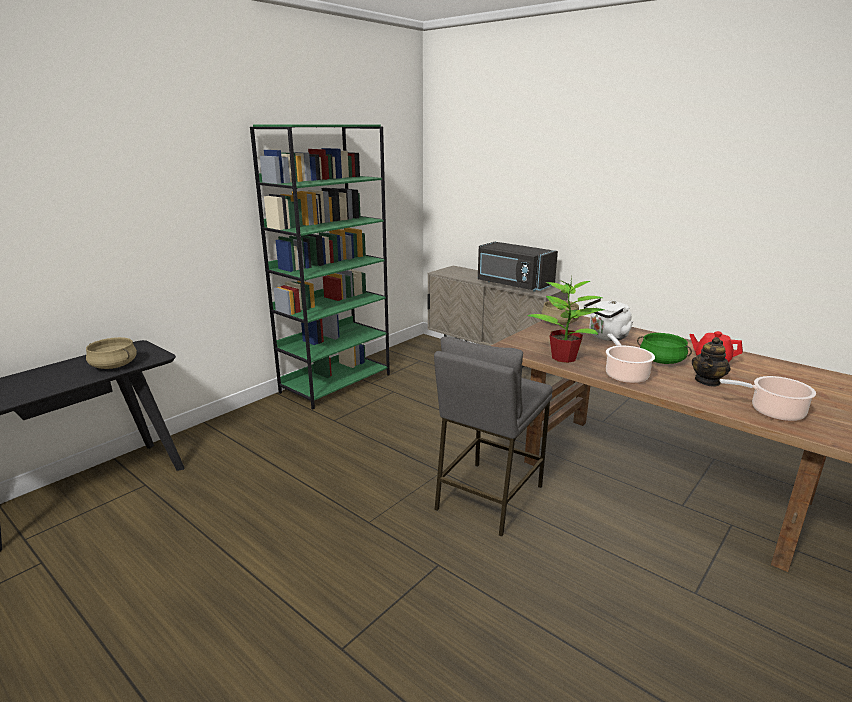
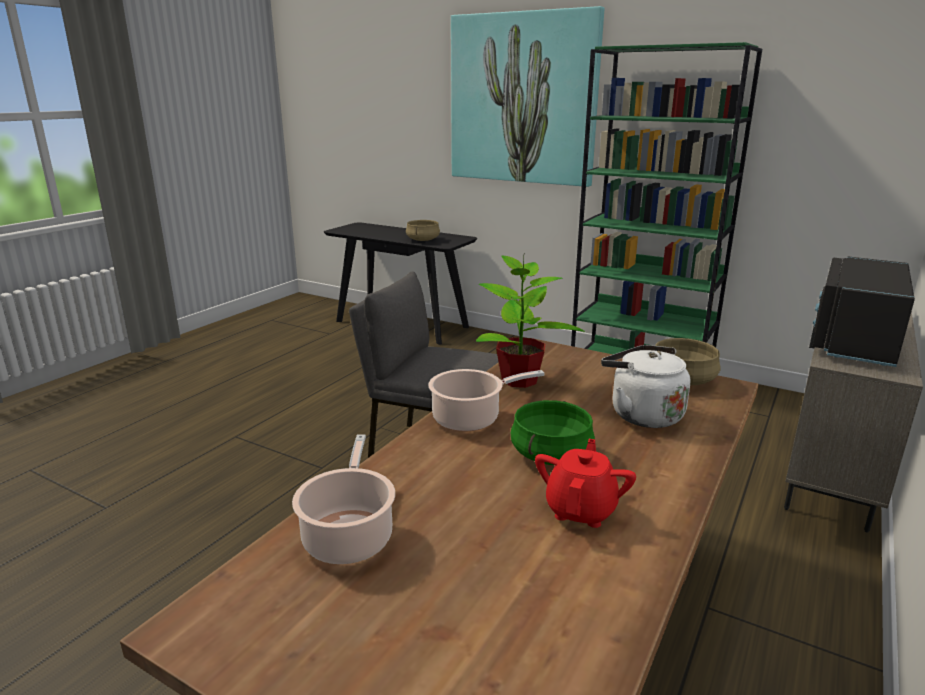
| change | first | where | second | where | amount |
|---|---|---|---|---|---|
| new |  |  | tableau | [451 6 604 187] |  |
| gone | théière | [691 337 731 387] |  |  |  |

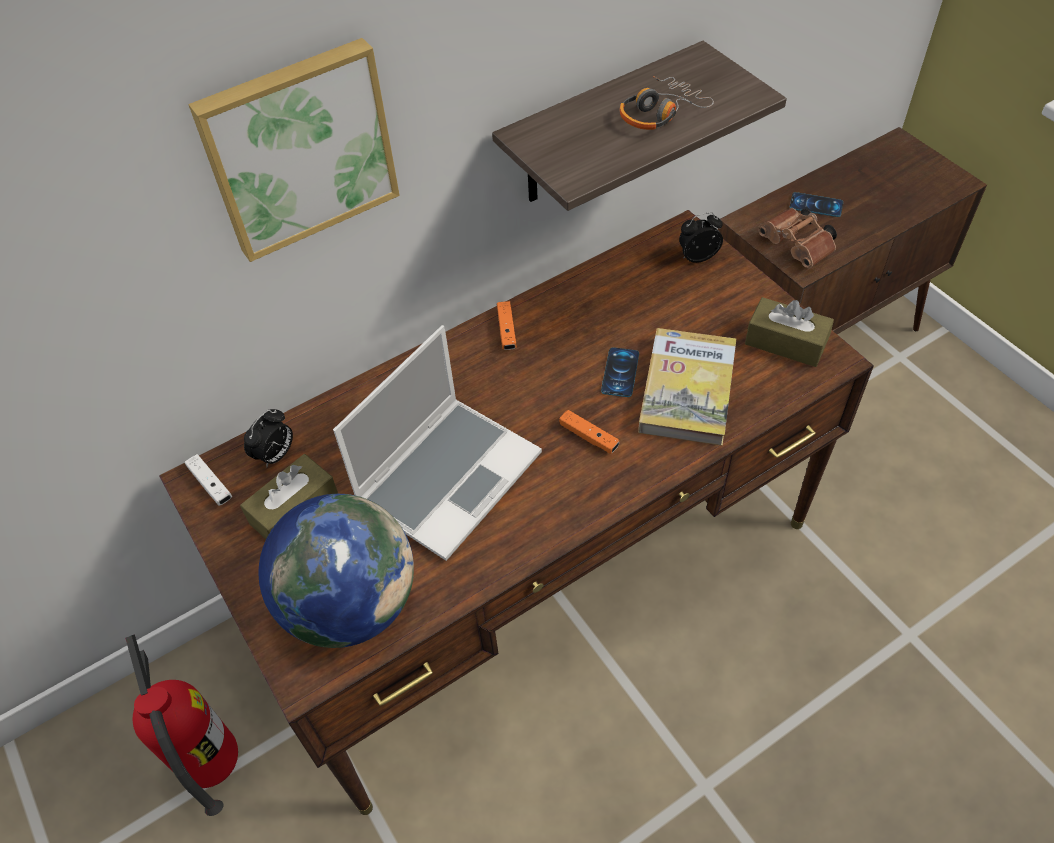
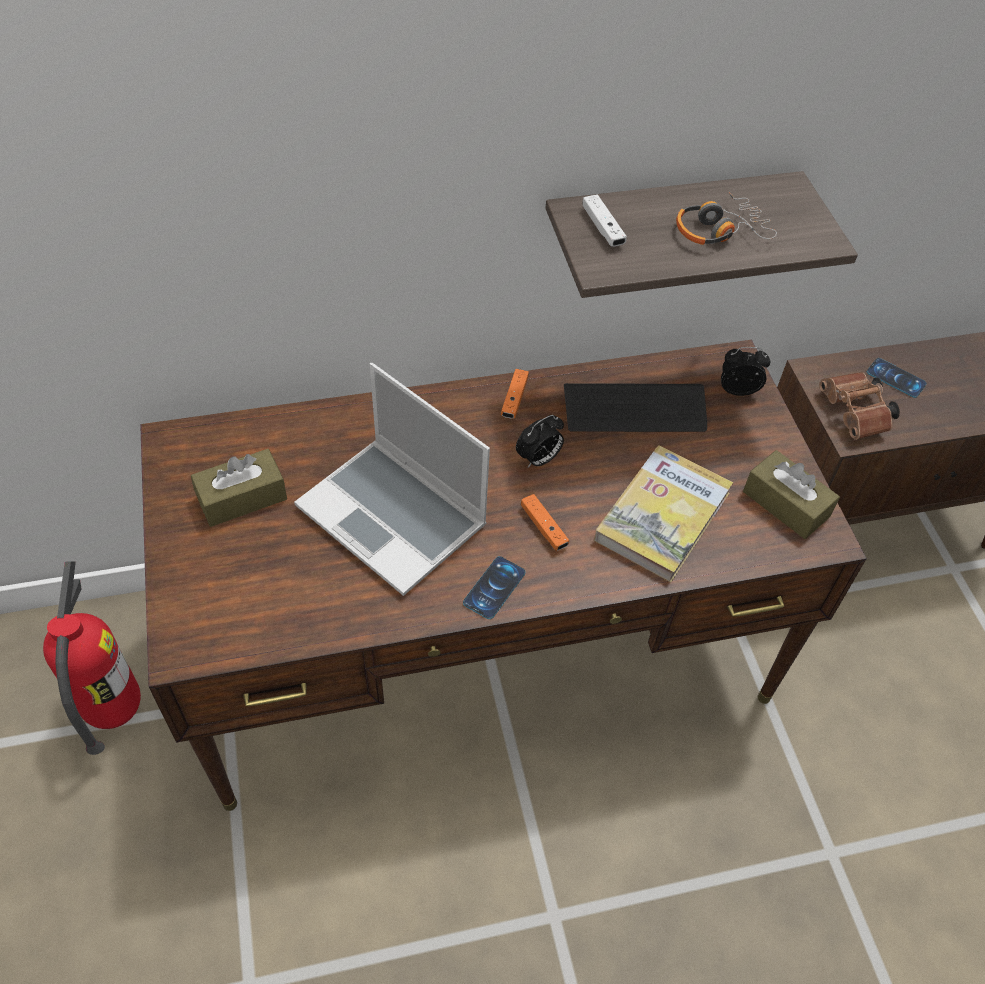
| change | first | where | second | where | amount |
|---|---|---|---|---|---|
| rotated | ordinateur portable | [333 325 542 561] |  | [294 363 490 596] | 75 degrees clockwise |
| shifted | téléphone | [601 347 639 397] |  | [463 556 525 619] |  |
| shifted | réveil | [244 409 293 467] |  | [516 415 564 468] |  |
| new |  |  | clavier | [564 383 707 432] |  |
| shifted | manette [blanc] | [184 454 233 506] |  | [582 194 627 247] |  |
| gone | tableau | [188 38 400 262] |  |  |  |
| gone | globe | [258 494 414 648] |  |  |  |

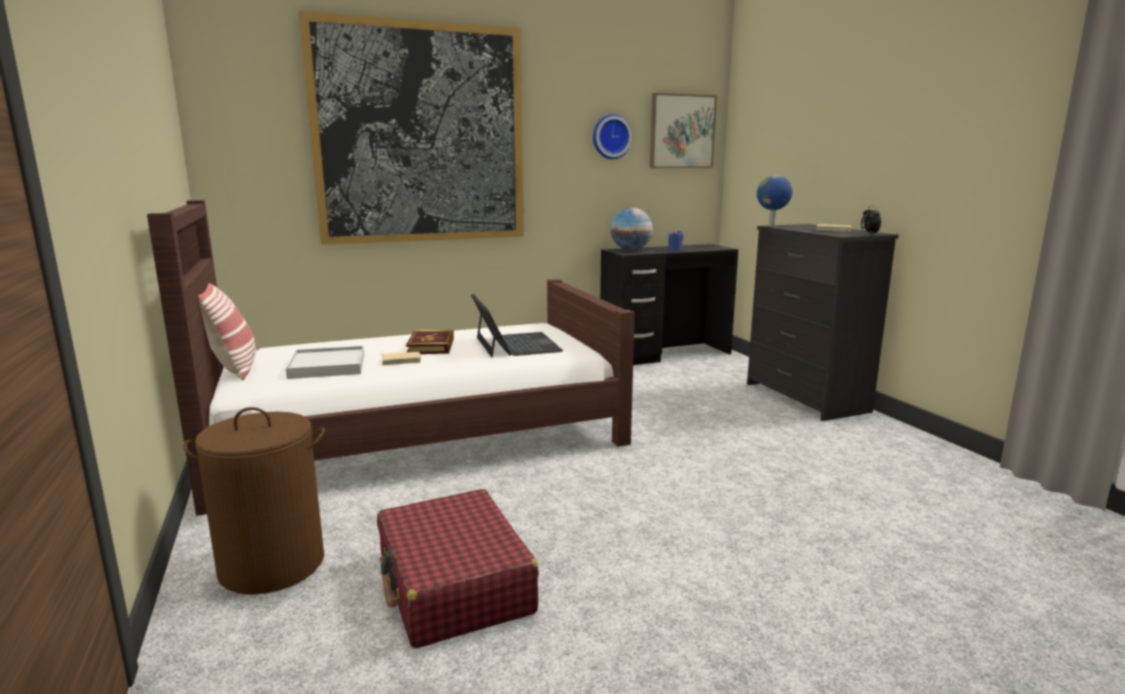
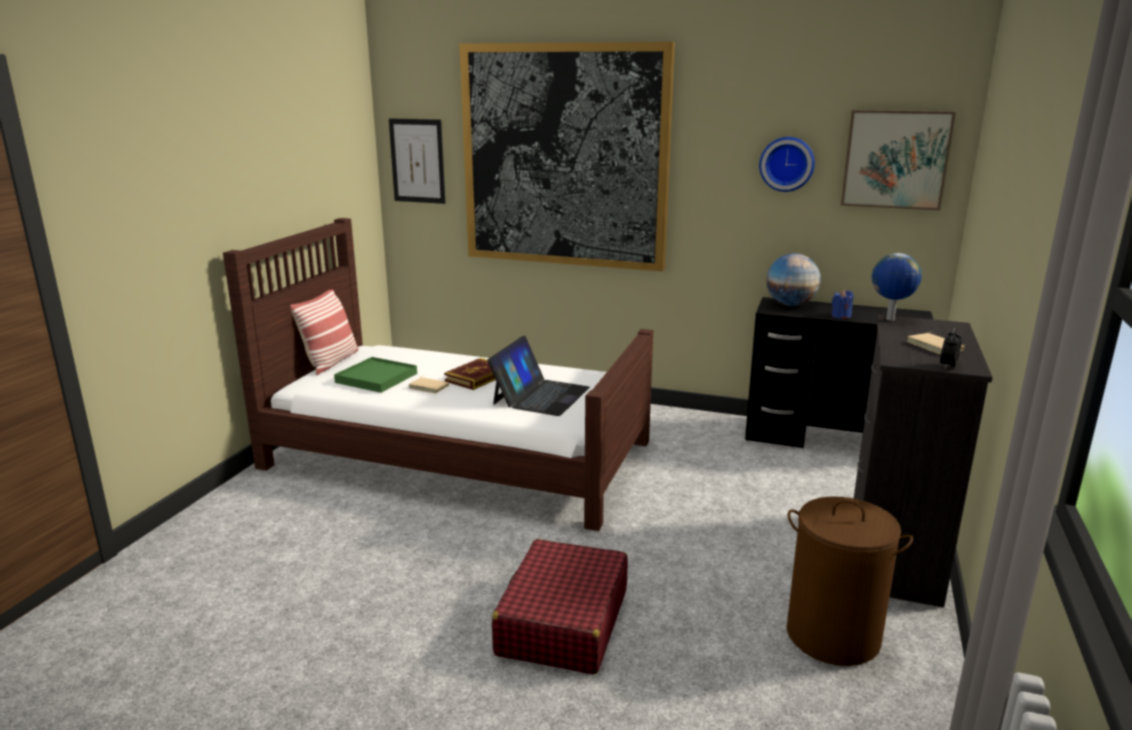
| change | first | where | second | where | amount |
|---|---|---|---|---|---|
| repainted | plateau [blanc] | [286 346 364 379] | plateau [vert] | [334 357 417 393] |  |
| new |  |  | tableau | [389 118 445 204] |  |
| shifted | valise [rouge] | [377 489 539 649] |  | [492 539 628 675] |  |
| shifted | panier à linge [marron] | [183 407 325 595] |  | [787 496 913 666] |  |

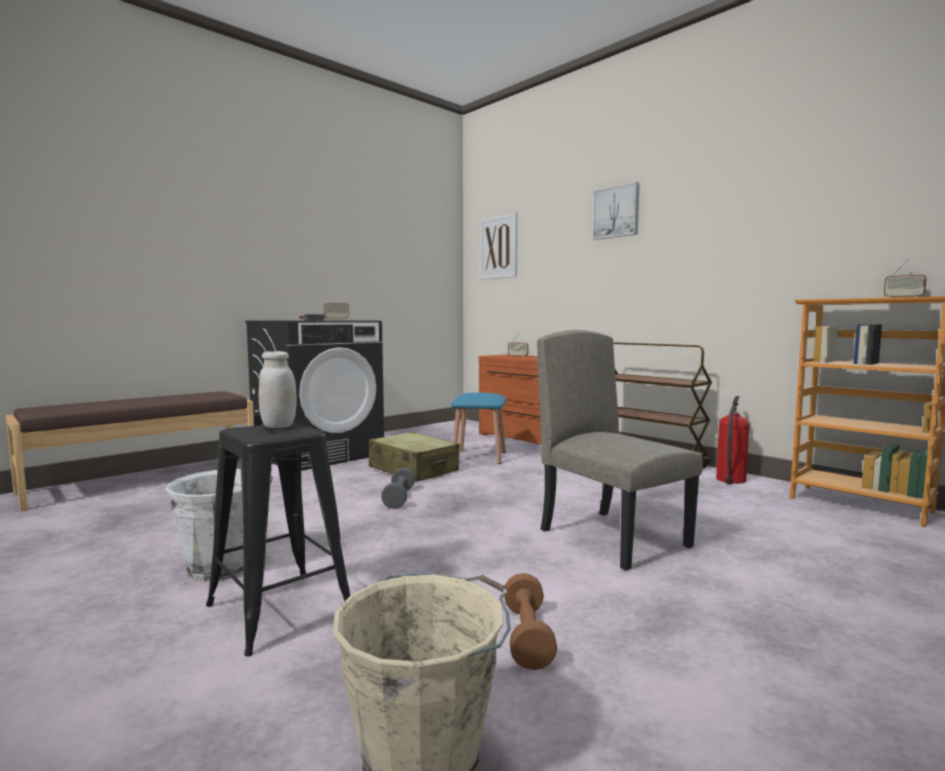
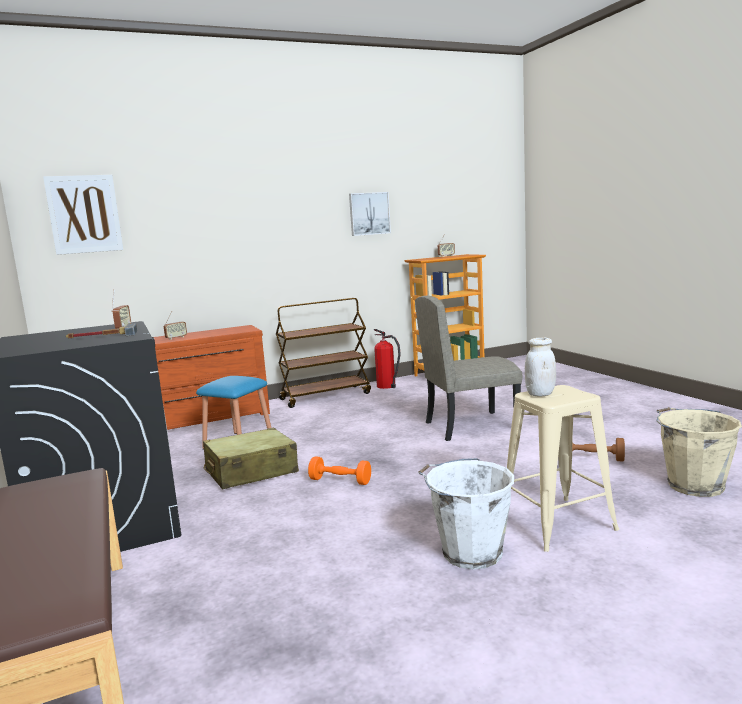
| change | first | where | second | where | amount |
|---|---|---|---|---|---|
| repainted | haltère [gris] | [381 468 415 509] | haltère [orange] | [308 456 371 485] |  |
| shifted | tableau | [593 182 640 240] |  | [349 192 391 236] |  |
| repainted | tabouret [noir] | [206 422 350 656] | tabouret [beige] | [507 385 619 552] |  |

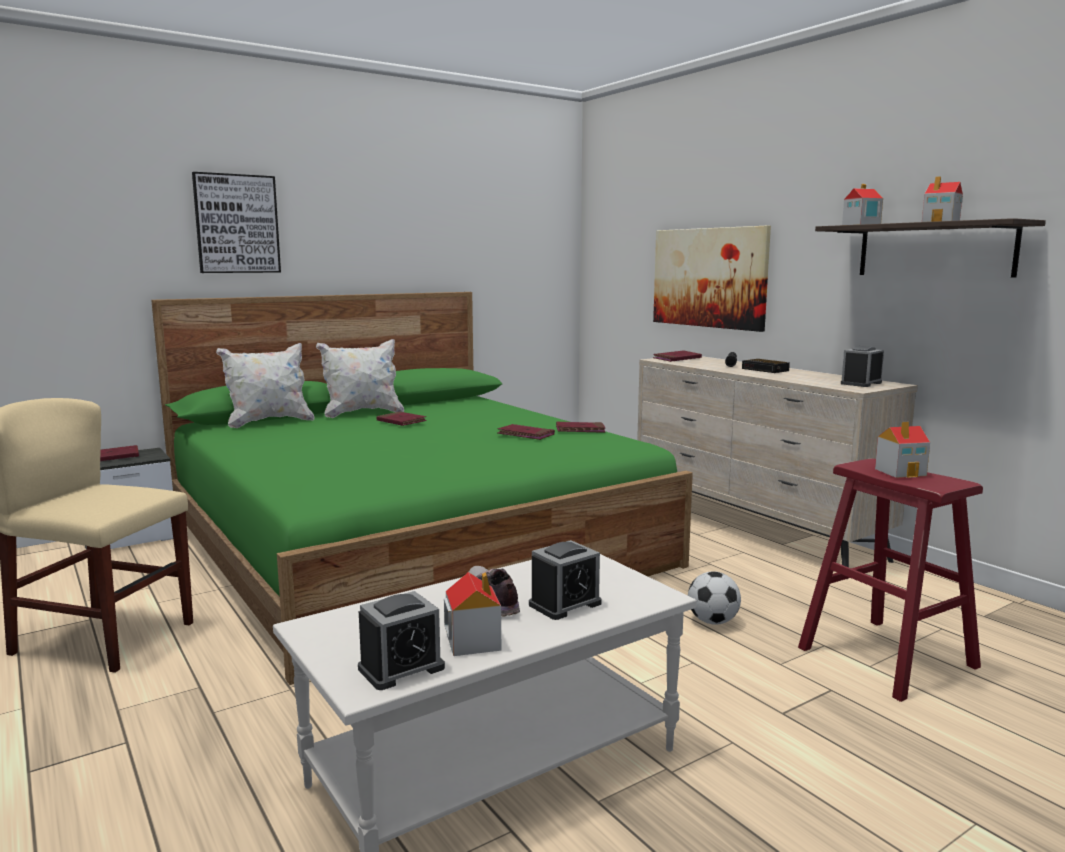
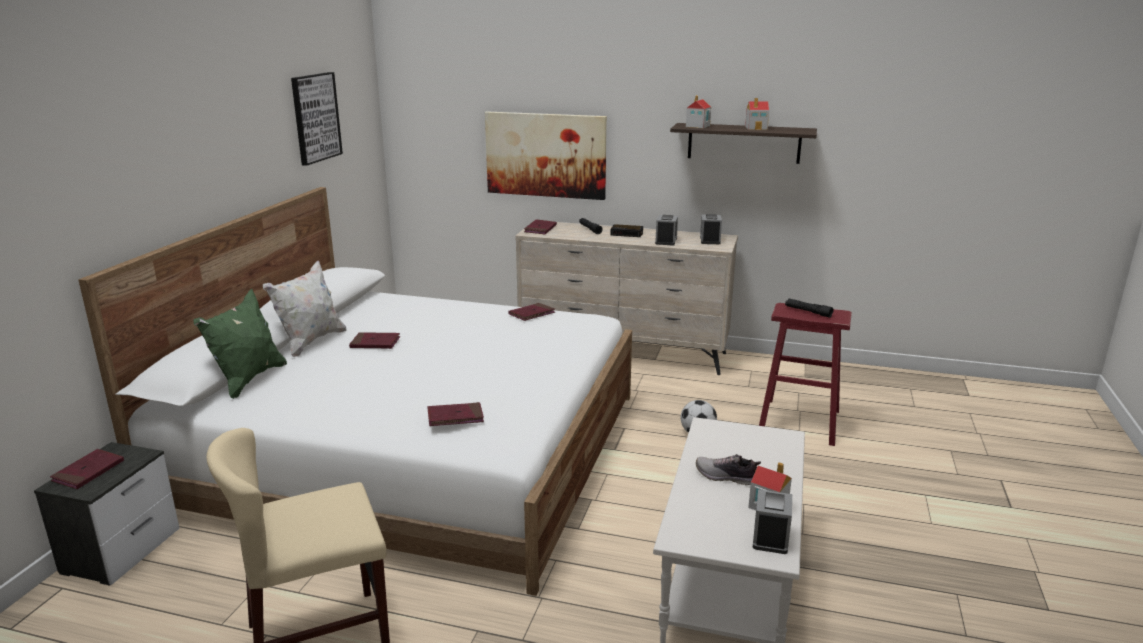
| change | first | where | second | where | amount |
|---|---|---|---|---|---|
| repainted | lit [vert] | [151 292 693 685] | lit [blanc] | [78 187 632 596] |  |
| repainted | coussin [blanc] | [216 343 314 428] | coussin [vert] | [193 289 287 399] |  |
| shifted | tableau | [192 172 281 273] |  | [291 72 343 166] |  |
| shifted | livre [rouge] | [497 424 555 440] |  | [428 402 484 426] |  |
| shifted | réveil | [529 540 602 620] |  | [655 215 678 245] |  |
| swapped | maison miniature | [875 422 930 478] | lampe de poche [noir] | [785 298 833 318] |  |

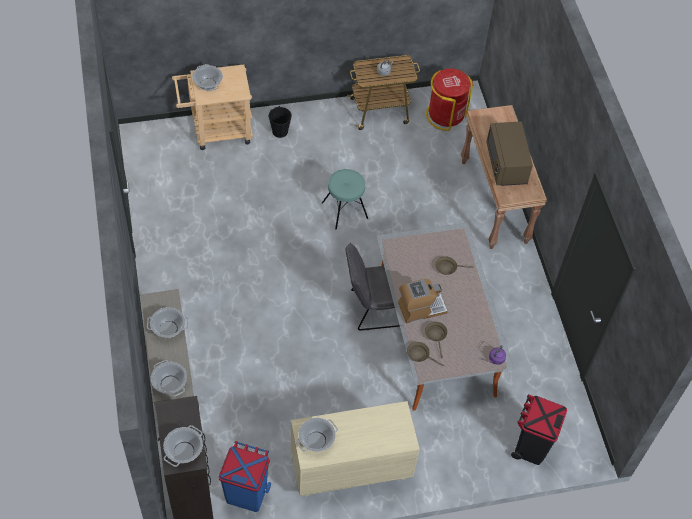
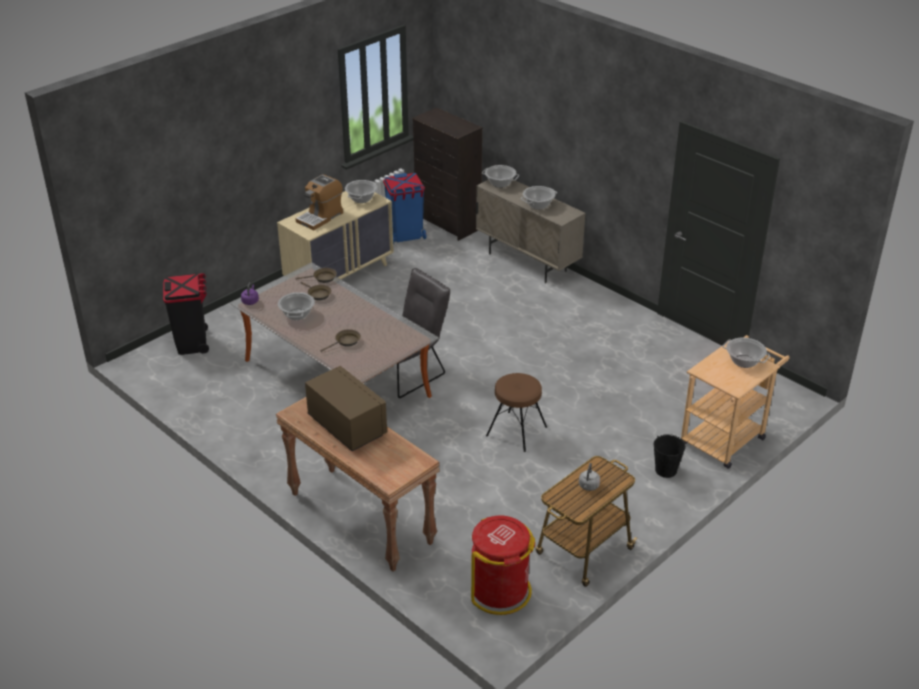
| change | first | where | second | where | amount |
|---|---|---|---|---|---|
| shifted | marmite | [163 425 203 467] |  | [278 292 315 320] |  |
| shifted | machine à café | [398 279 448 323] |  | [295 175 343 230] |  |
| repainted | tabouret [turquoise] | [322 169 368 230] | tabouret [marron] | [486 373 547 452] |  |

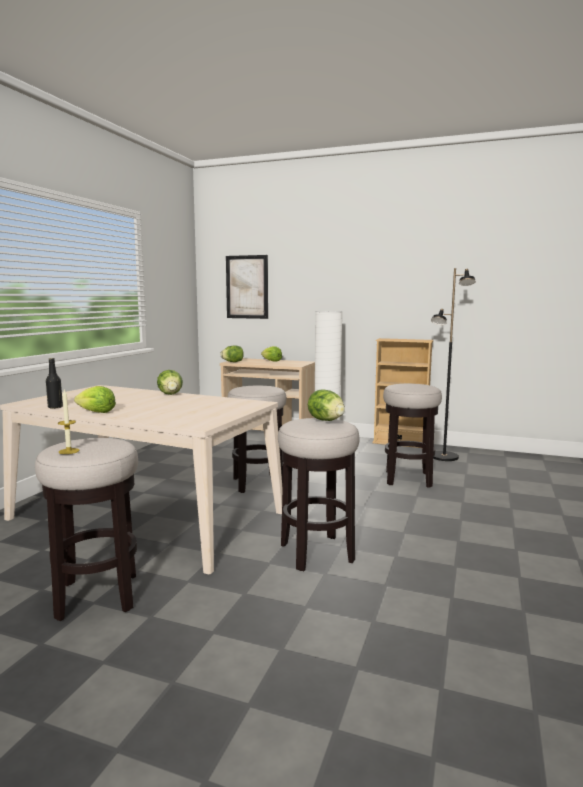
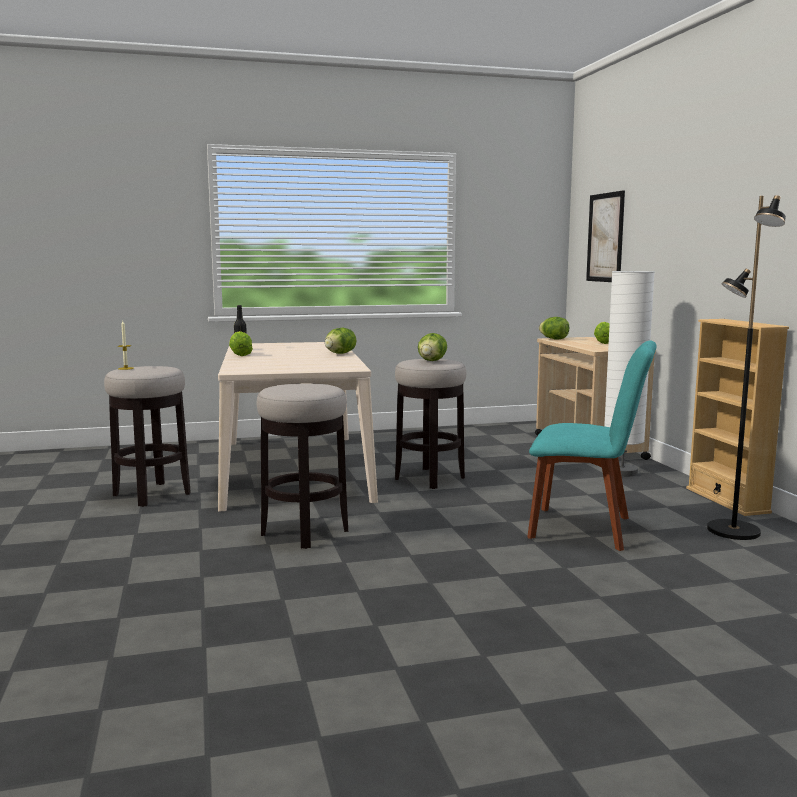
| change | first | where | second | where | amount |
|---|---|---|---|---|---|
| shifted | laitue | [308 390 345 421] |  | [418 333 447 361] |  |
| swapped | tabouret | [383 384 442 488] | chaise [turquoise] | [527 340 656 551] |  |

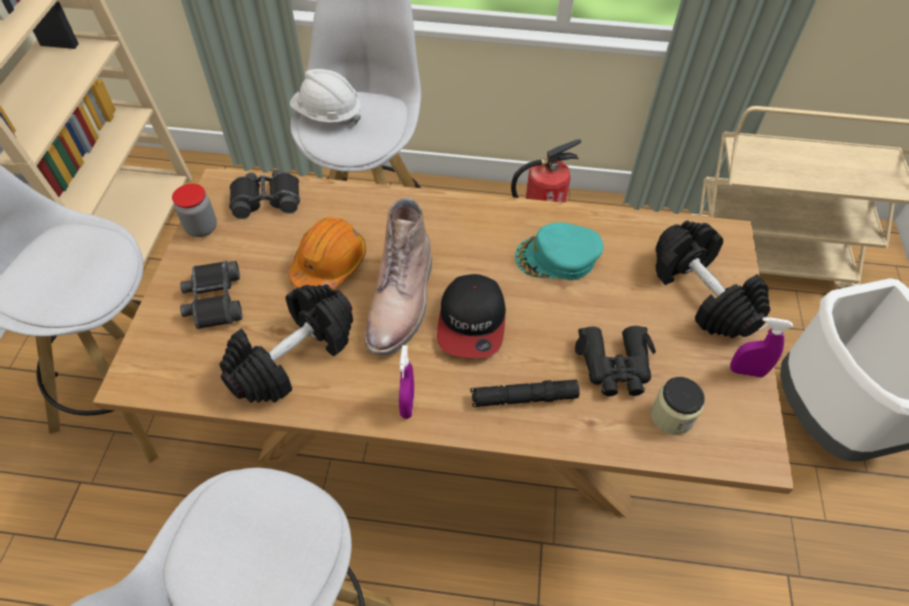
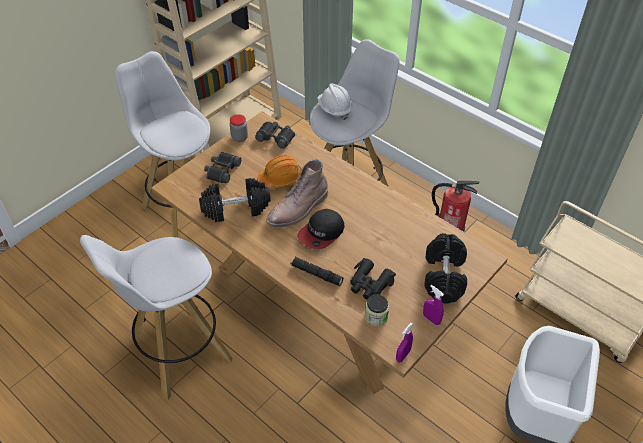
| change | first | where | second | where | amount |
|---|---|---|---|---|---|
| shifted | vaporisateur [violet] | [399 345 414 419] |  | [396 323 413 362] |  |
| gone | casquette [turquoise] | [515 222 603 280] |  |  |  |

